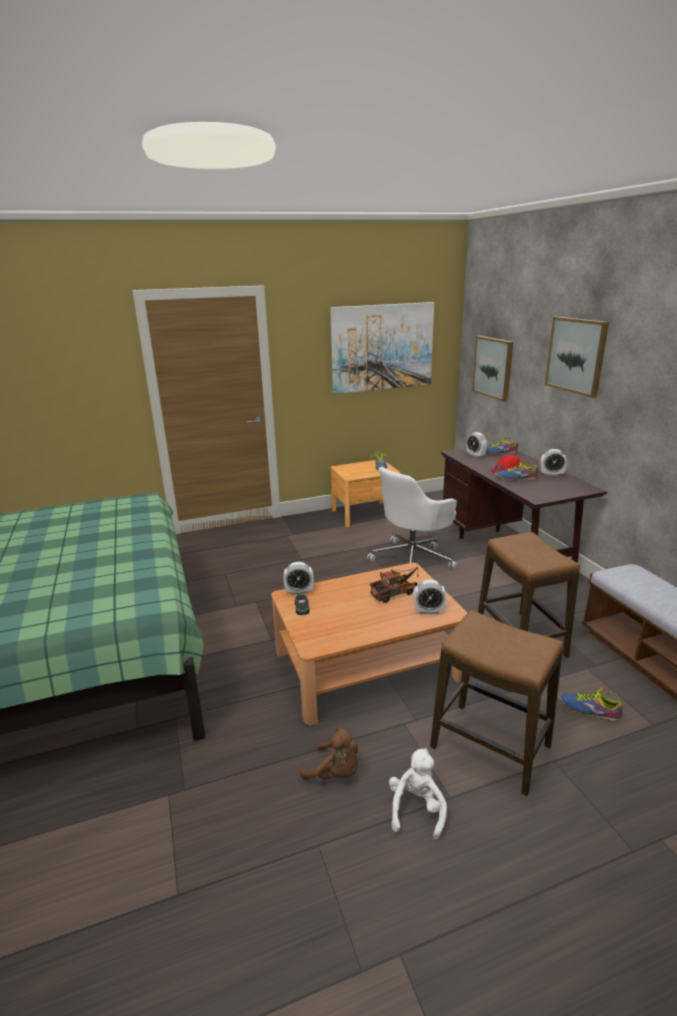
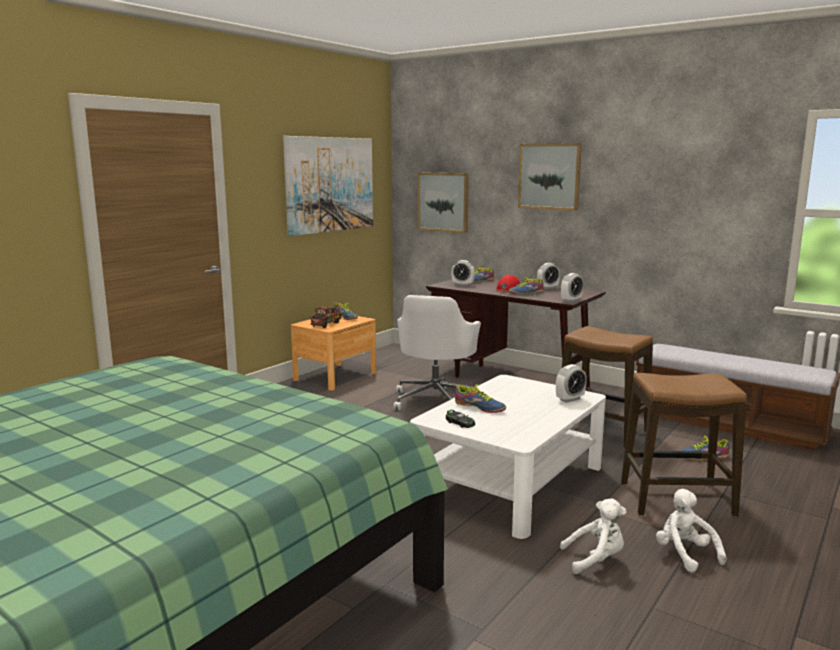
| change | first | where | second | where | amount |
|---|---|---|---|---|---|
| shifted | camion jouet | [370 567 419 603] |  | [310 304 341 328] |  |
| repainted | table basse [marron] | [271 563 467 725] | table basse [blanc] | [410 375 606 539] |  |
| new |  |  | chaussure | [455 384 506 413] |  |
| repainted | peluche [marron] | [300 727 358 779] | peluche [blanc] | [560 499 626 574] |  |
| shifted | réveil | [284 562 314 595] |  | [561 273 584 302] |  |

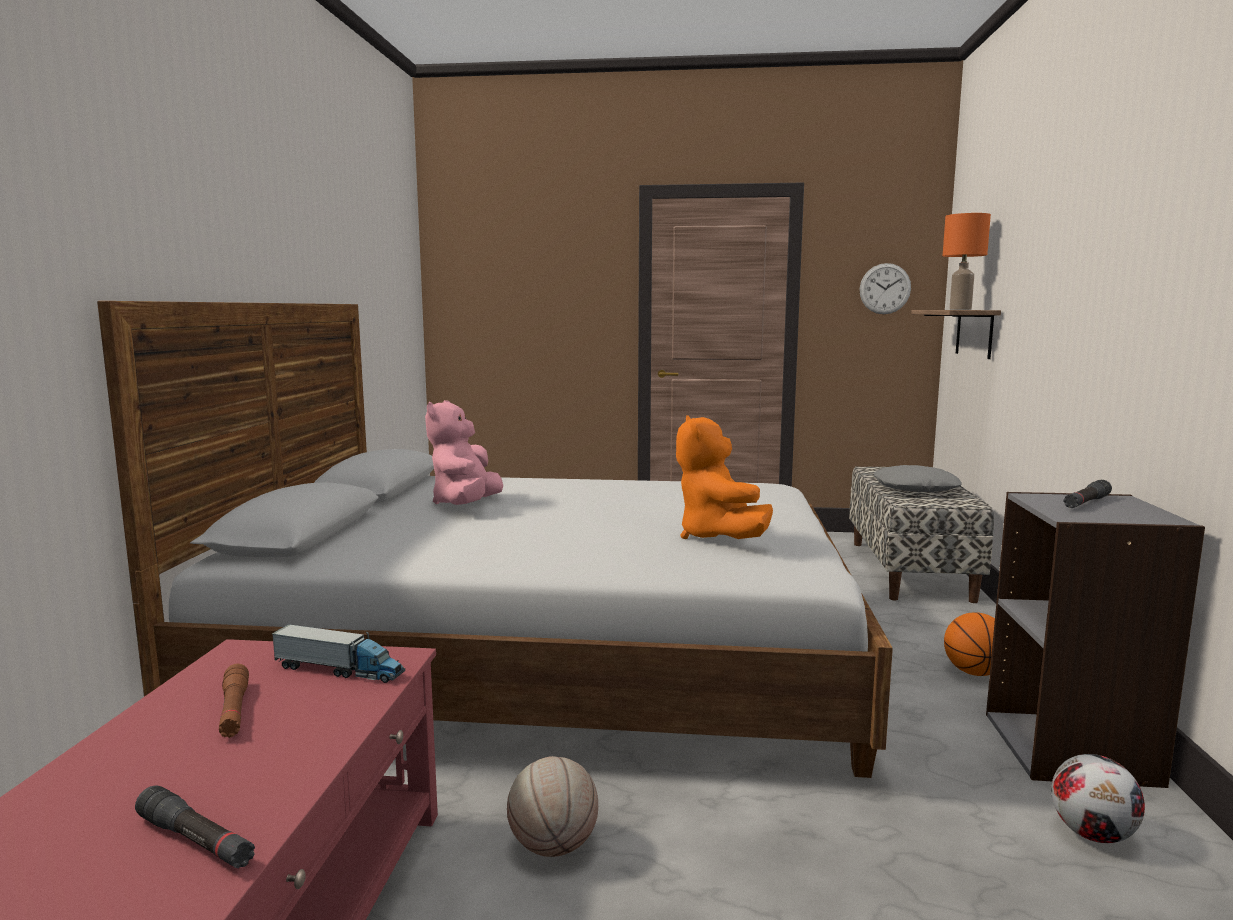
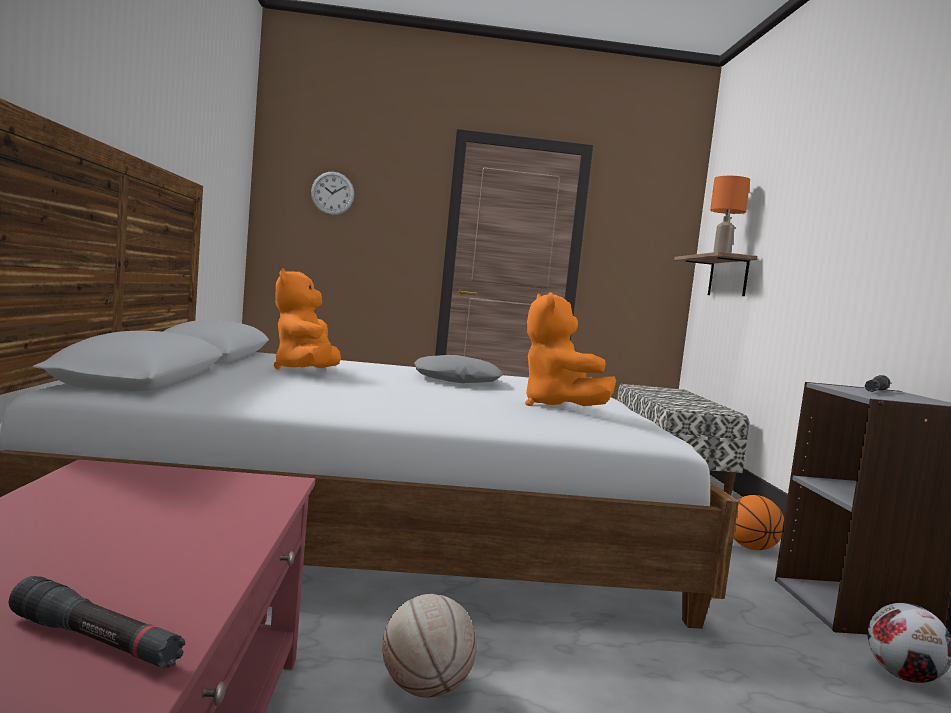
| change | first | where | second | where | amount |
|---|---|---|---|---|---|
| repainted | peluche [rose] | [425 400 503 505] | peluche [orange] | [274 268 341 369] |  |
| shifted | horloge murale | [860 263 911 314] |  | [311 172 354 215] |  |
| shifted | coussin [gris] | [874 465 962 492] |  | [414 355 503 383] |  |
| gone | lampe de poche [marron] | [219 664 249 738] |  |  |  |
| gone | camion jouet | [272 624 405 683] |  |  |  |

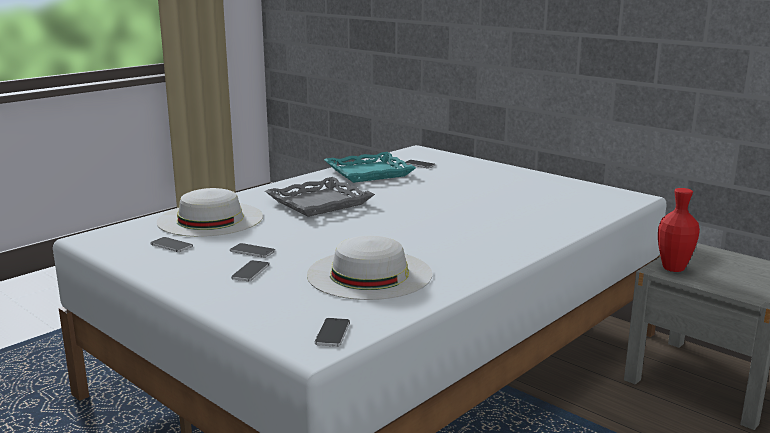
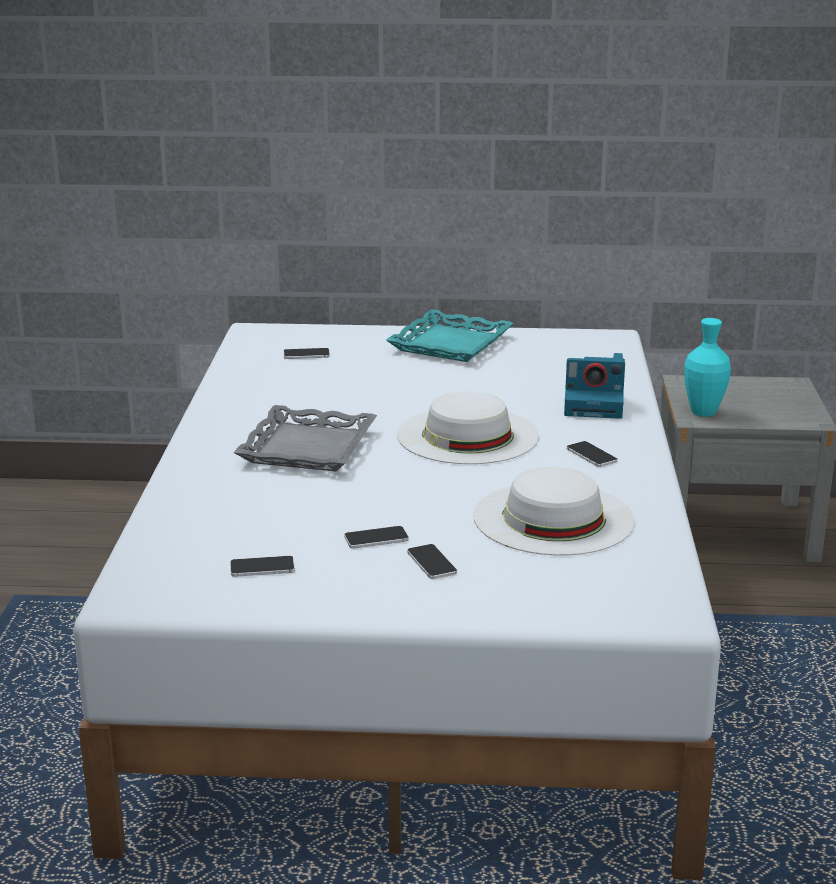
| change | first | where | second | where | amount |
|---|---|---|---|---|---|
| shifted | plateau [turquoise] | [324 152 416 183] |  | [386 309 513 362] |  |
| shifted | chapeau [blanc] | [157 188 263 237] |  | [397 391 539 464] |  |
| new |  |  | appareil photo | [564 353 625 419] |  |
| shifted | téléphone | [315 318 350 347] |  | [567 441 618 467] |  |
| repainted | vase [rouge] | [658 188 700 272] | vase [turquoise] | [684 318 731 417] |  |

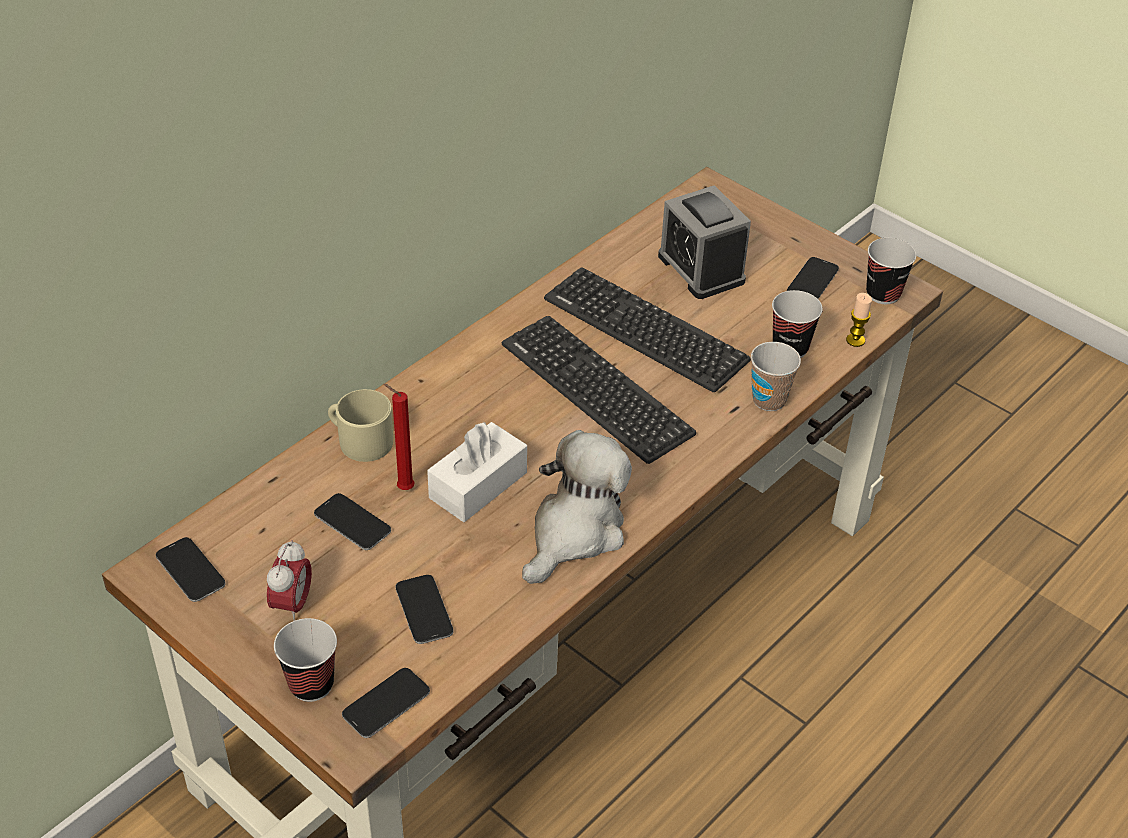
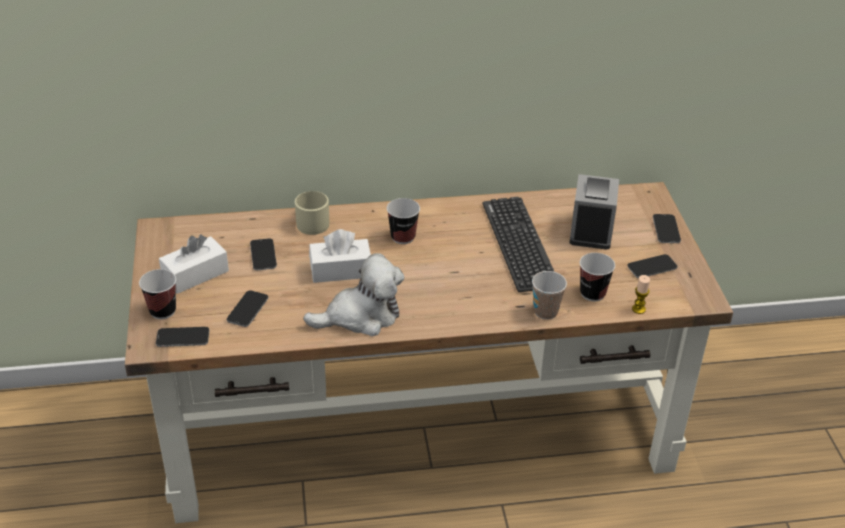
| change | first | where | second | where | amount |
|---|---|---|---|---|---|
| swapped | réveil | [267 540 312 621] | boîte à mouchoirs [blanc] | [159 234 229 294] |  |
| shifted | tasse | [866 238 916 304] |  | [387 198 420 244] |  |
| shifted | téléphone | [156 537 226 602] |  | [653 214 681 243] |  |
| gone | bougie [rouge] | [383 384 414 490] |  |  |  |
| gone | clavier | [502 316 696 464] |  |  |  |

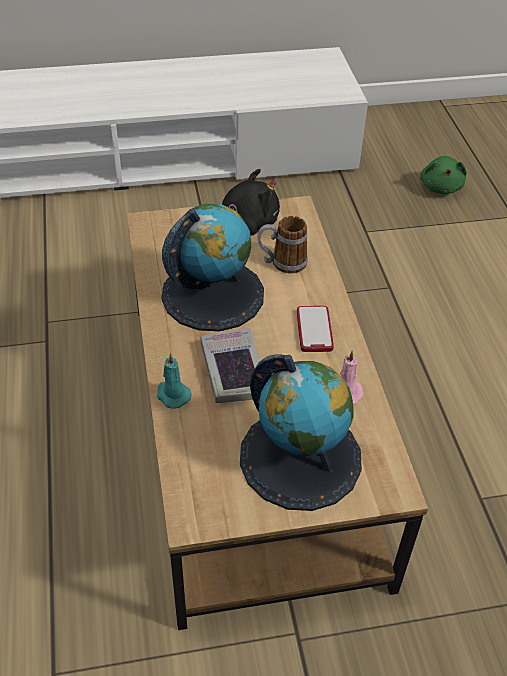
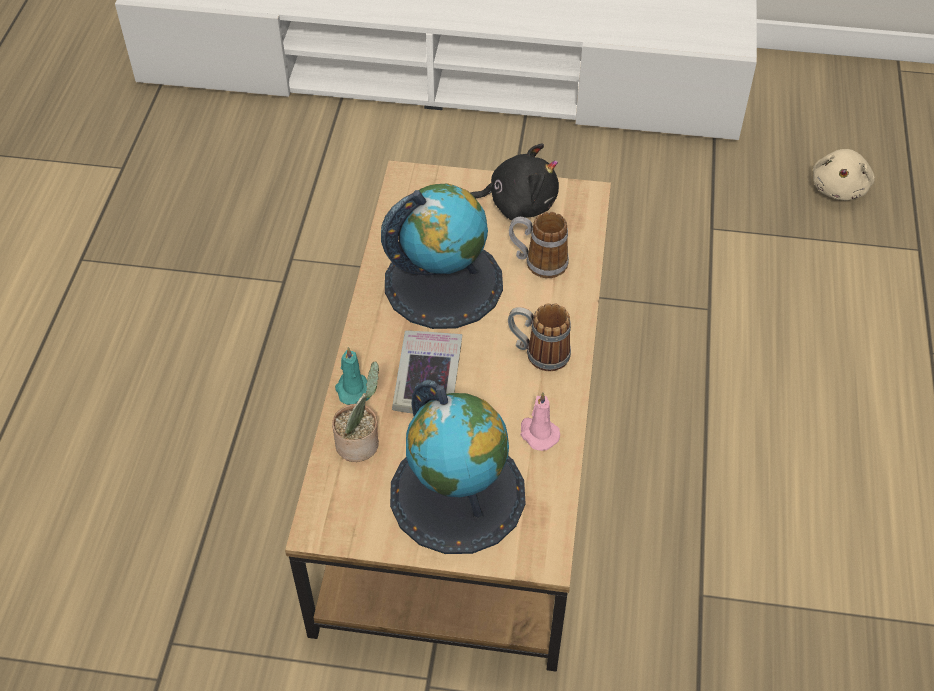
| change | first | where | second | where | amount |
|---|---|---|---|---|---|
| new |  |  | plante en pot | [332 361 379 462] |  |
| swapped | téléphone | [297 306 334 352] | mug | [508 303 571 371] |  |
| repainted | peluche [vert] | [420 156 466 194] | peluche [beige] | [813 149 875 200] |  |

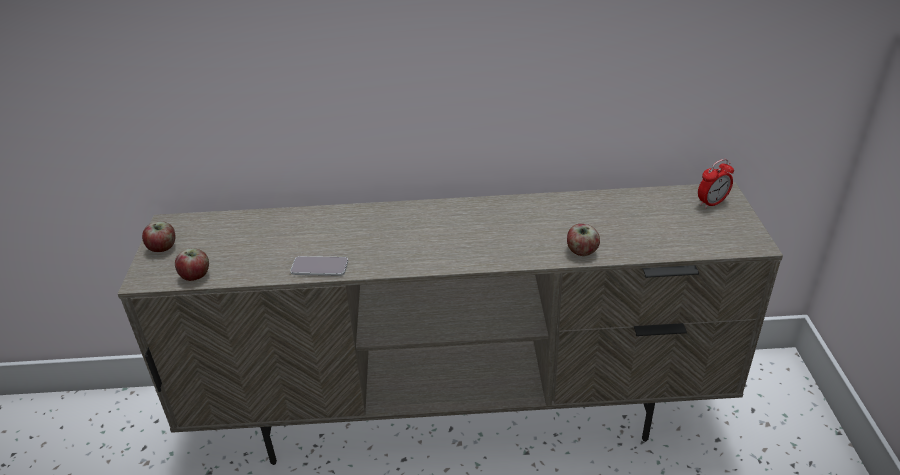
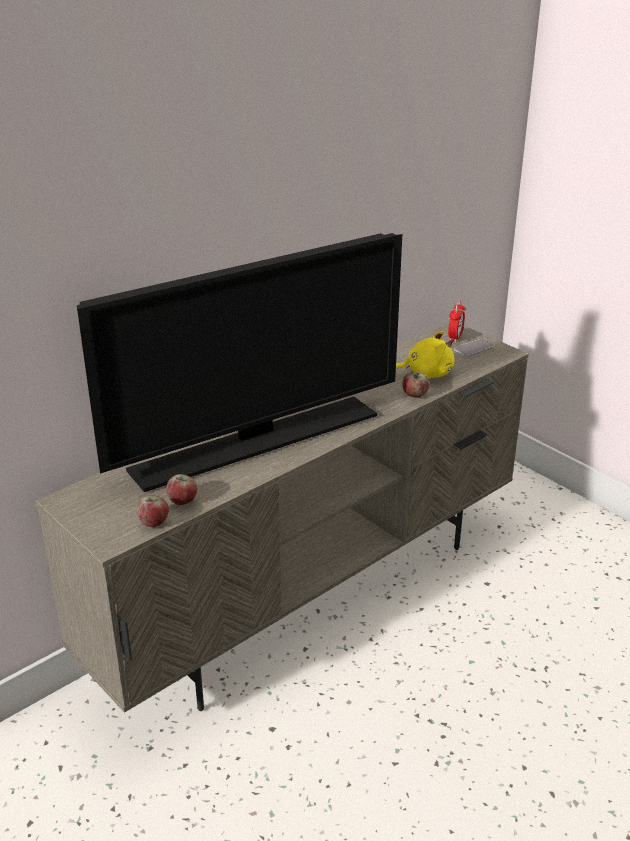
| change | first | where | second | where | amount |
|---|---|---|---|---|---|
| new |  |  | téléviseur | [77 233 402 492] |  |
| shifted | pomme | [142 221 176 252] |  | [166 474 197 505] |  |
| new |  |  | peluche [jaune] | [396 331 455 379] |  |
| shifted | téléphone | [290 256 348 276] |  | [454 338 495 357] |  |

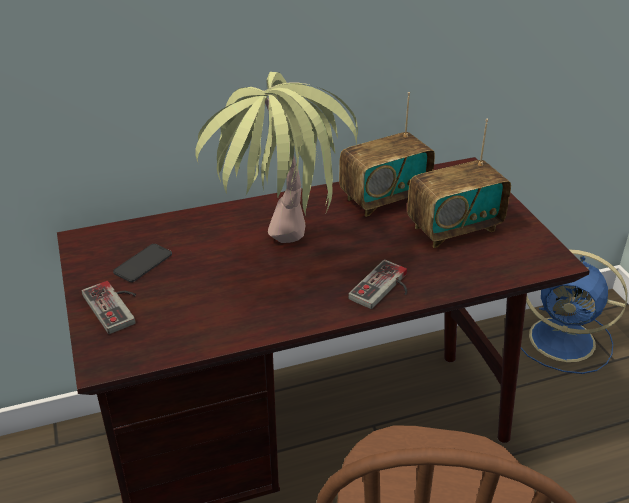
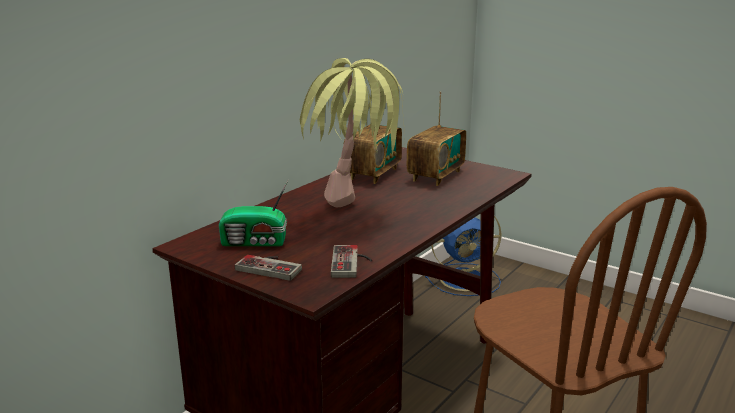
| change | first | where | second | where | amount |
|---|---|---|---|---|---|
| swapped | téléphone | [113 244 172 282] | radio | [219 179 289 246] |  |
| shifted | manette | [348 259 407 309] |  | [331 245 372 278] |  |

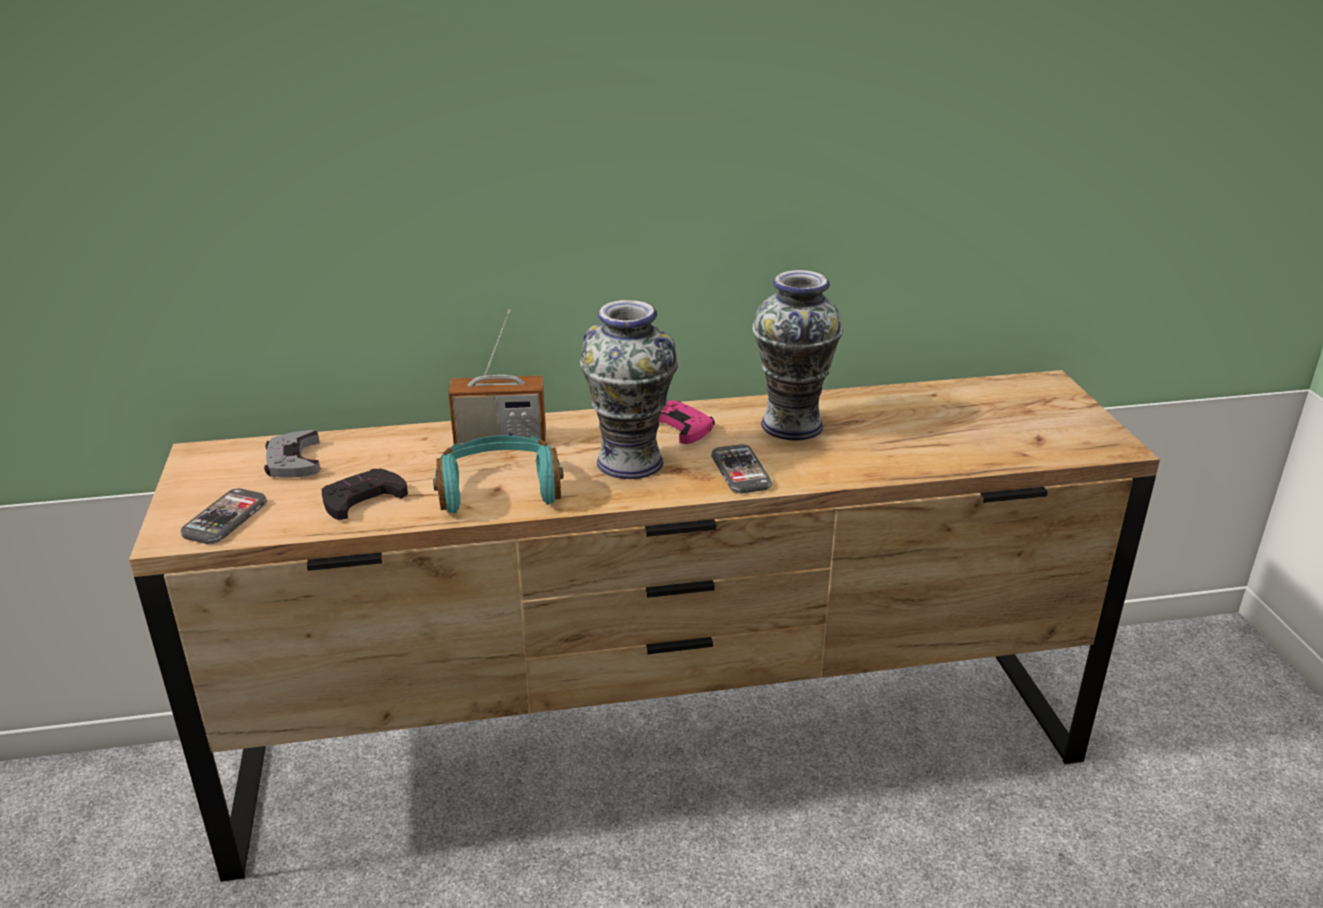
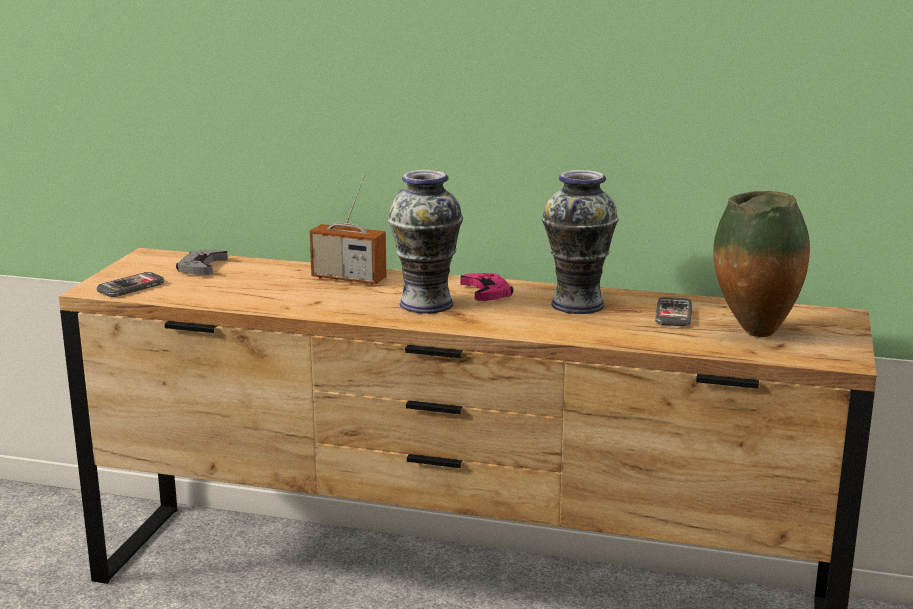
| change | first | where | second | where | amount |
|---|---|---|---|---|---|
| shifted | téléphone | [711 444 772 493] |  | [655 297 692 326] |  |
| new |  |  | vase | [713 191 810 337] |  |
| gone | manette [noir] | [322 468 408 520] |  |  |  |
| gone | casque audio [turquoise] | [433 435 563 513] |  |  |  |

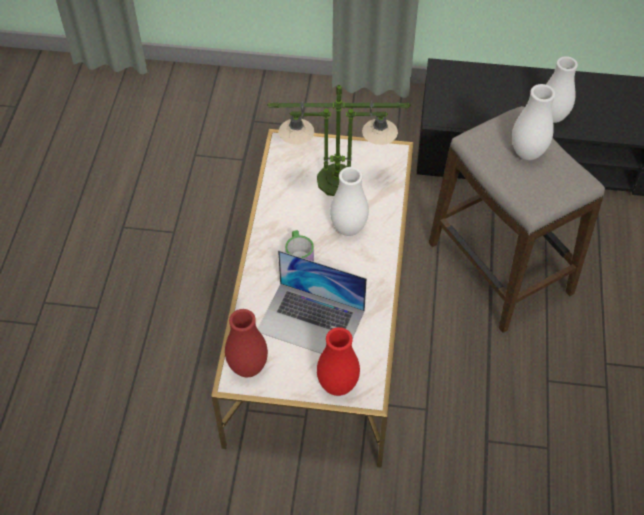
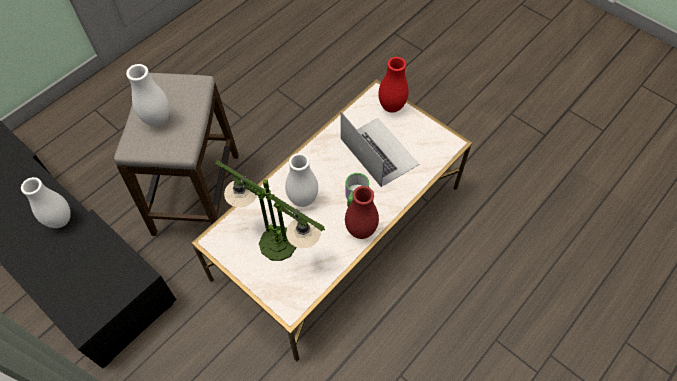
| change | first | where | second | where | amount |
|---|---|---|---|---|---|
| shifted | vase [rouge] | [225 309 268 377] |  | [345 186 379 239] |  |

